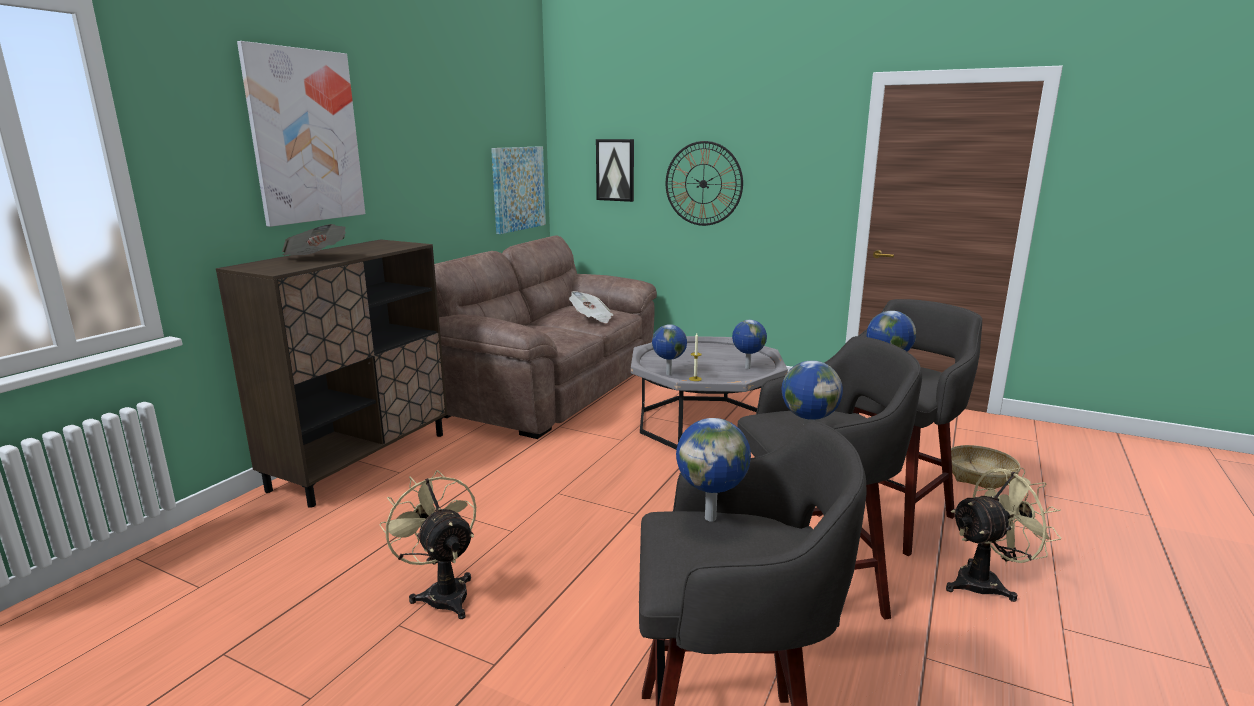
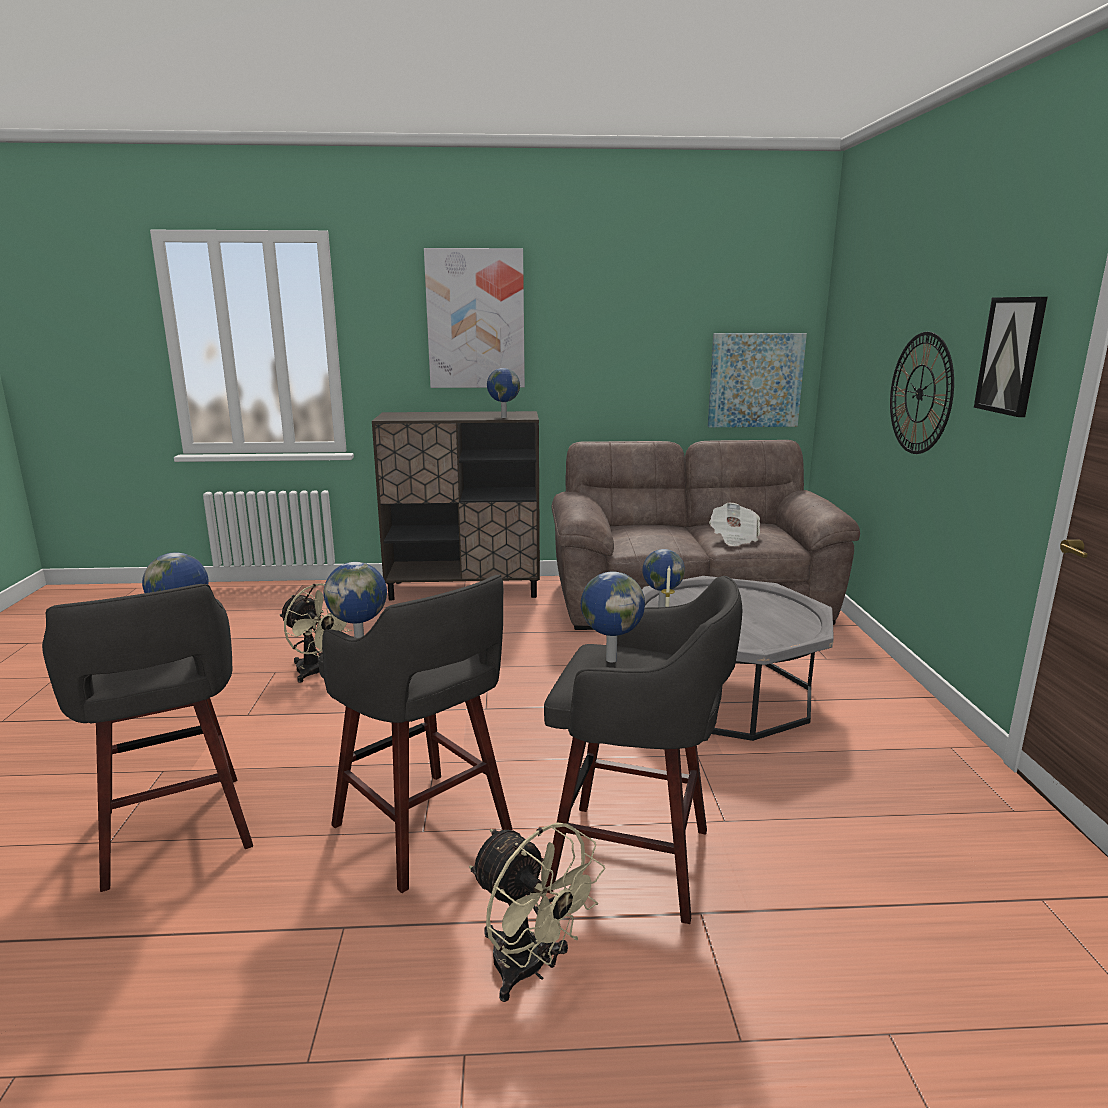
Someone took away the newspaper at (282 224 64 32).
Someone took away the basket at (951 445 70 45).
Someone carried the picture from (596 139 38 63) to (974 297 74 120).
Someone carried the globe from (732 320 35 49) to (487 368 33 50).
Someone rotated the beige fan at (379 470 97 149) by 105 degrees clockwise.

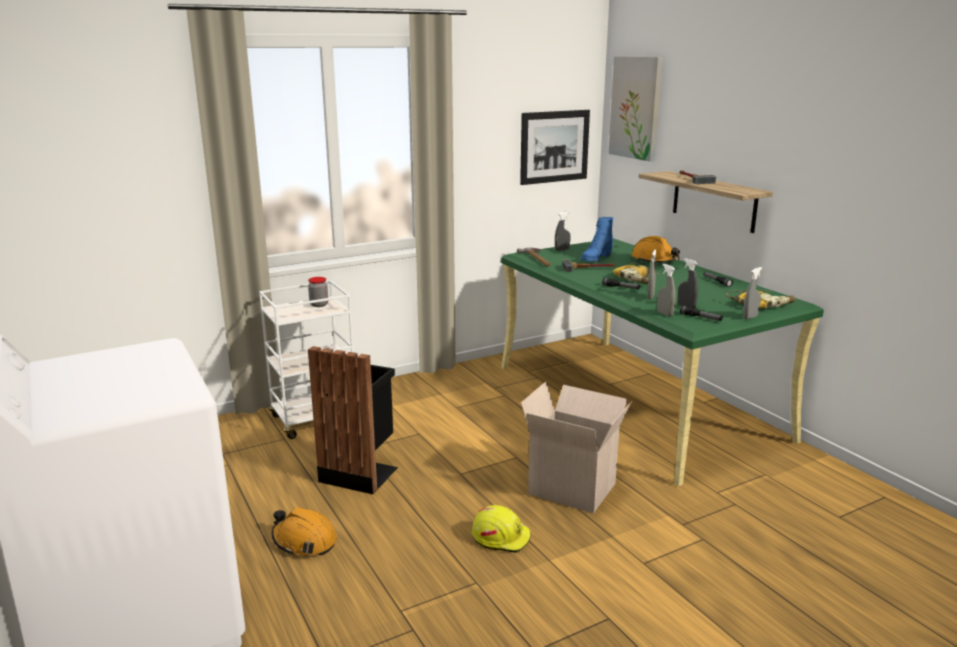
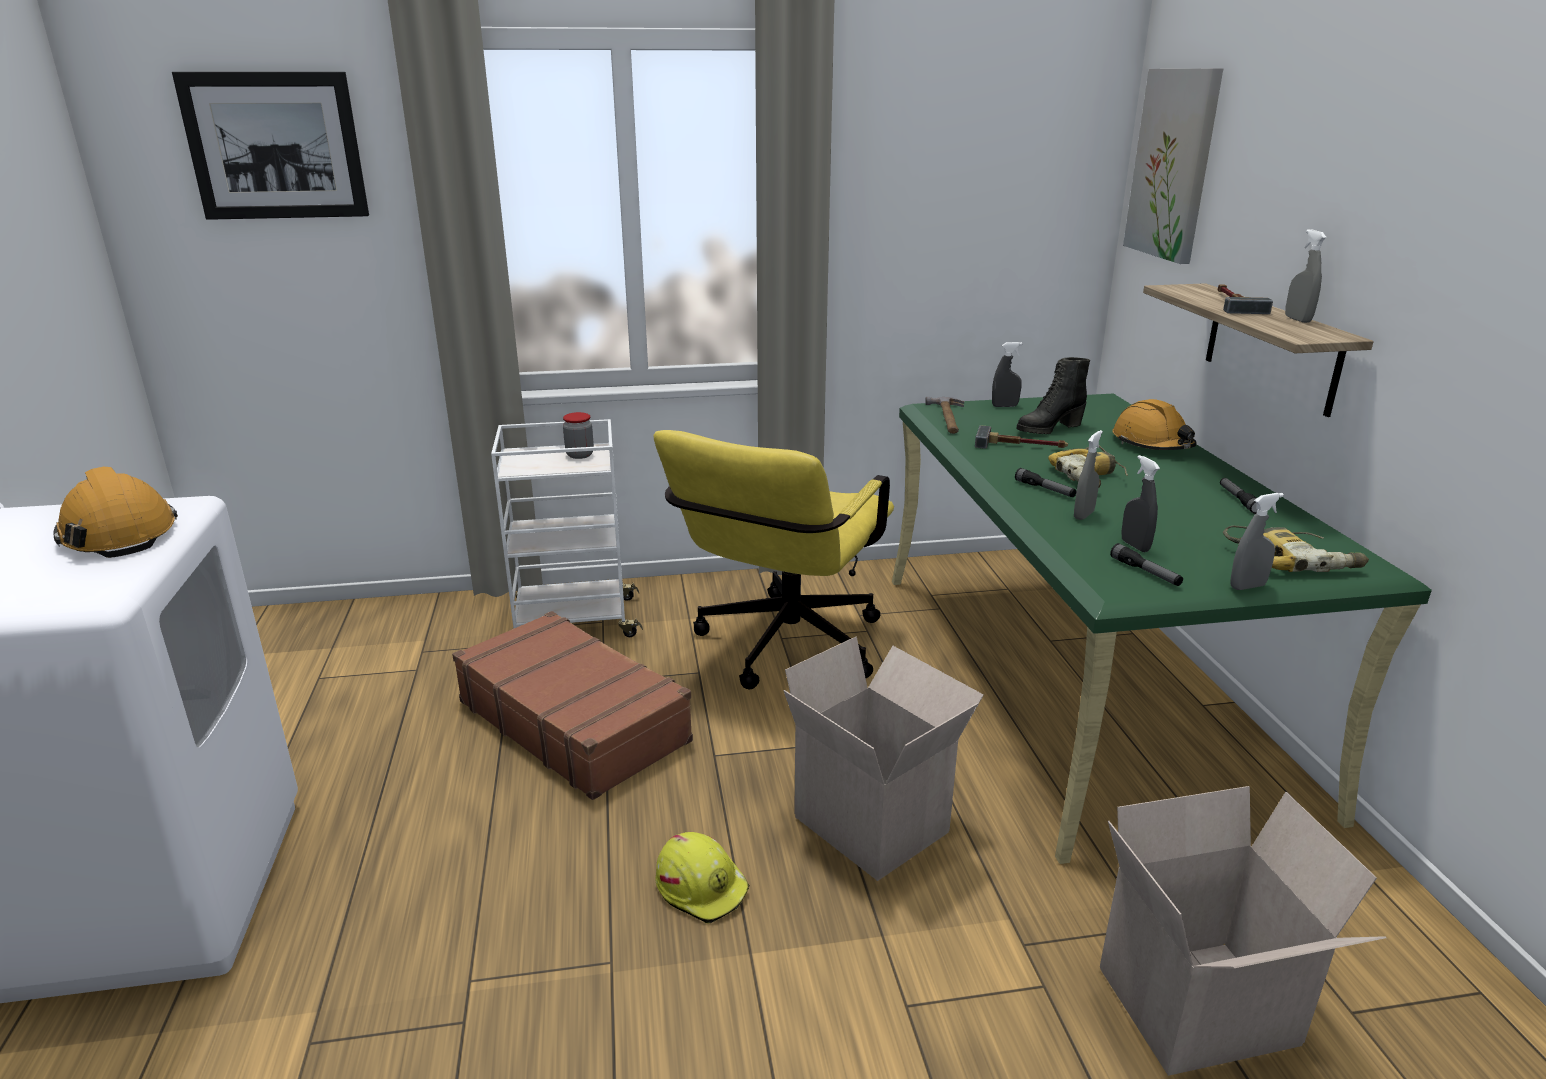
Someone put down the yellow office chair at (653 430 241 259).
Someone put down the cardboard box at (1100 786 286 290).
Someone carried the orange hard hat from (272 507 65 49) to (53 467 125 91).
Someone carried the picture from (520 110 70 75) to (172 72 197 148).
Someone carried the grey spray bottle from (657 264 19 53) to (1285 229 42 94).
Someone swapped the black trash can at (308 346 90 148) for the brown suitcase at (452 611 241 189).
Someone repainted the blue boot at (581 217 32 45), which became the black boot at (1016 357 74 77).

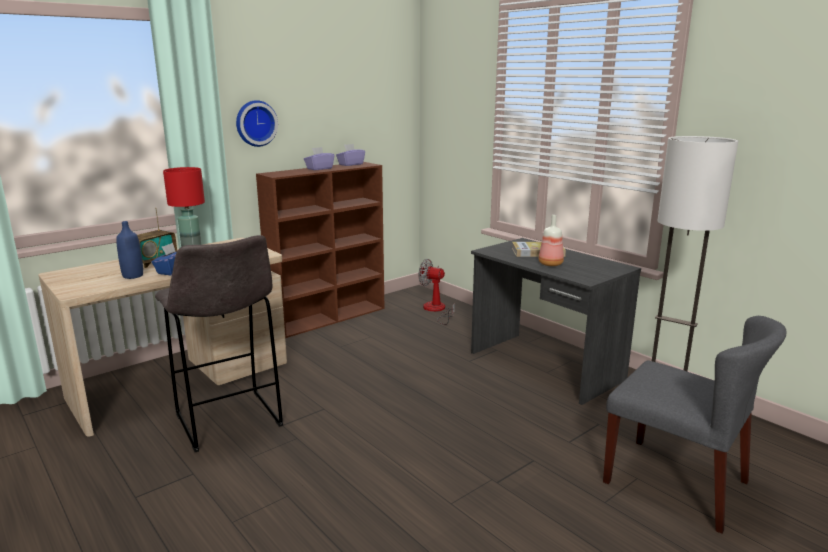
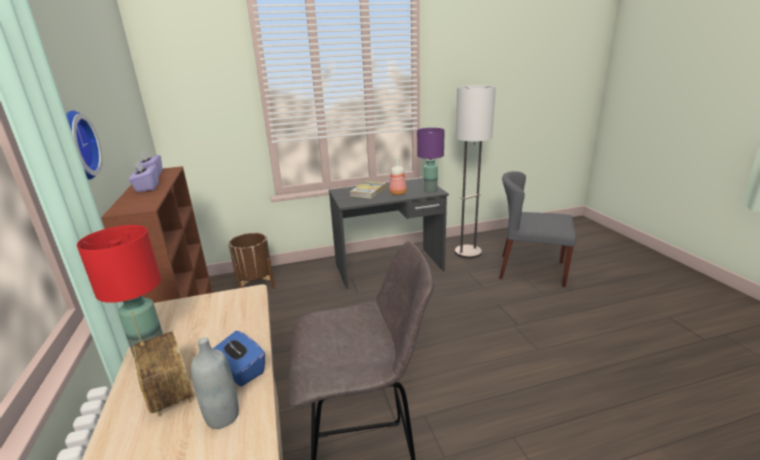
Someone put down the purple table lamp at (417 128 28 64).
Someone swapped the fan at (419 259 36 66) for the brown planter at (229 233 46 56).
Someone repainted the blue bottle at (116 221 27 58), which became the grey bottle at (191 337 48 92).
Someone rotated the grey chair at (603 316 184 218) by 135 degrees counterclockwise.

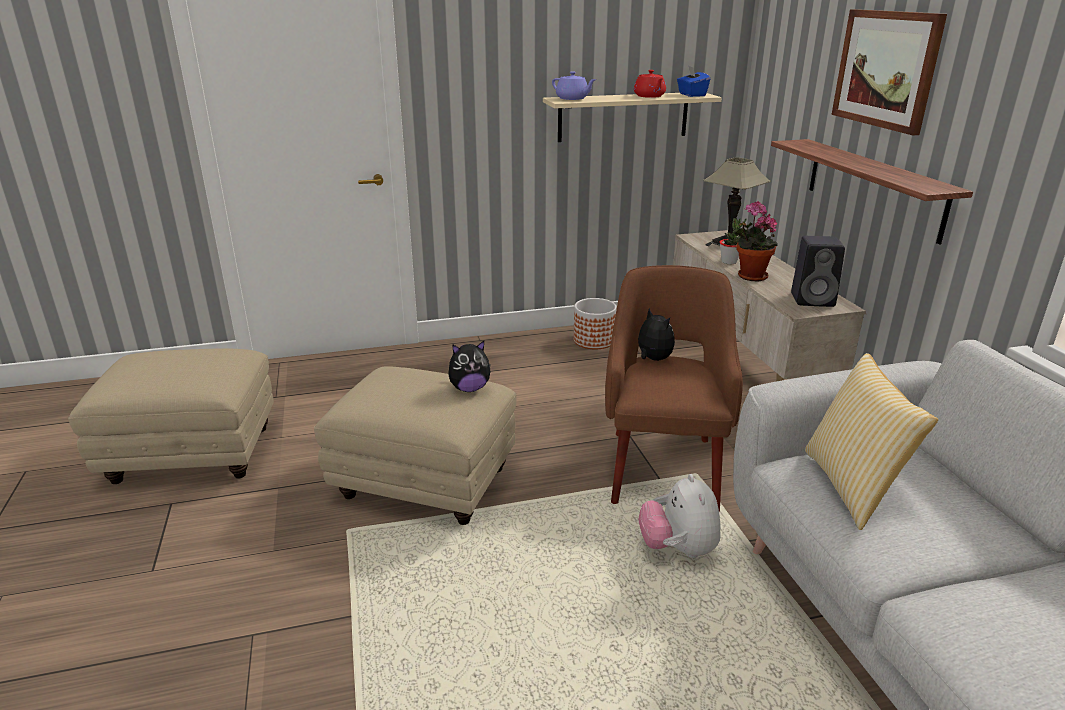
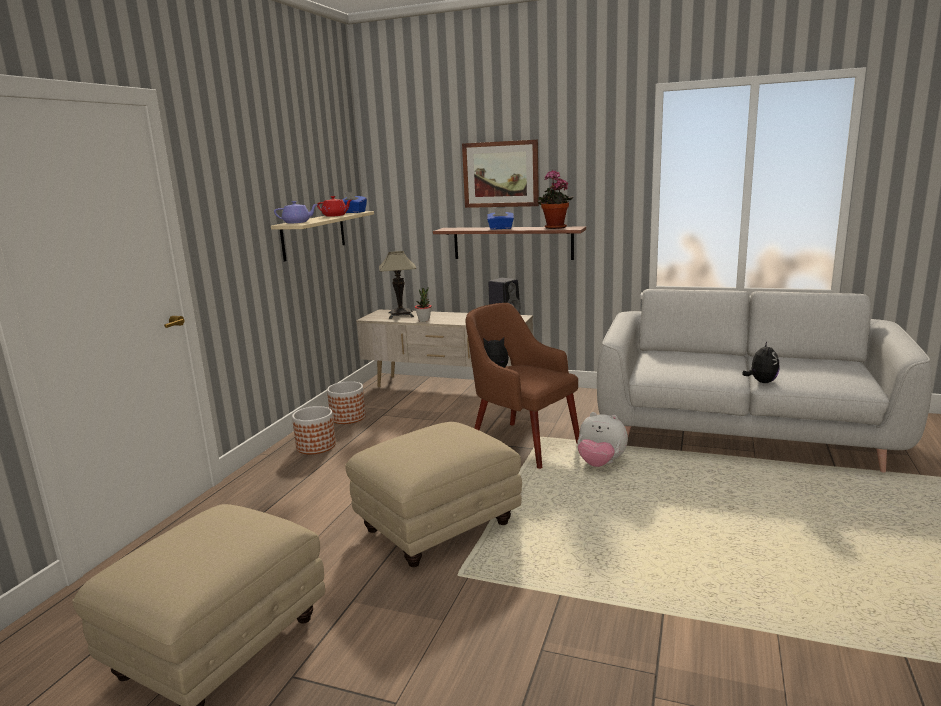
Someone took away the pillow at (805 353 133 177).
Someone put down the planter at (292 406 44 48).
Someone put down the blue tissue box at (487 208 27 22).
Someone carried the plush toy from (448 341 43 51) to (742 342 38 41).
Someone carried the potted plant from (733 201 45 80) to (538 170 35 59).

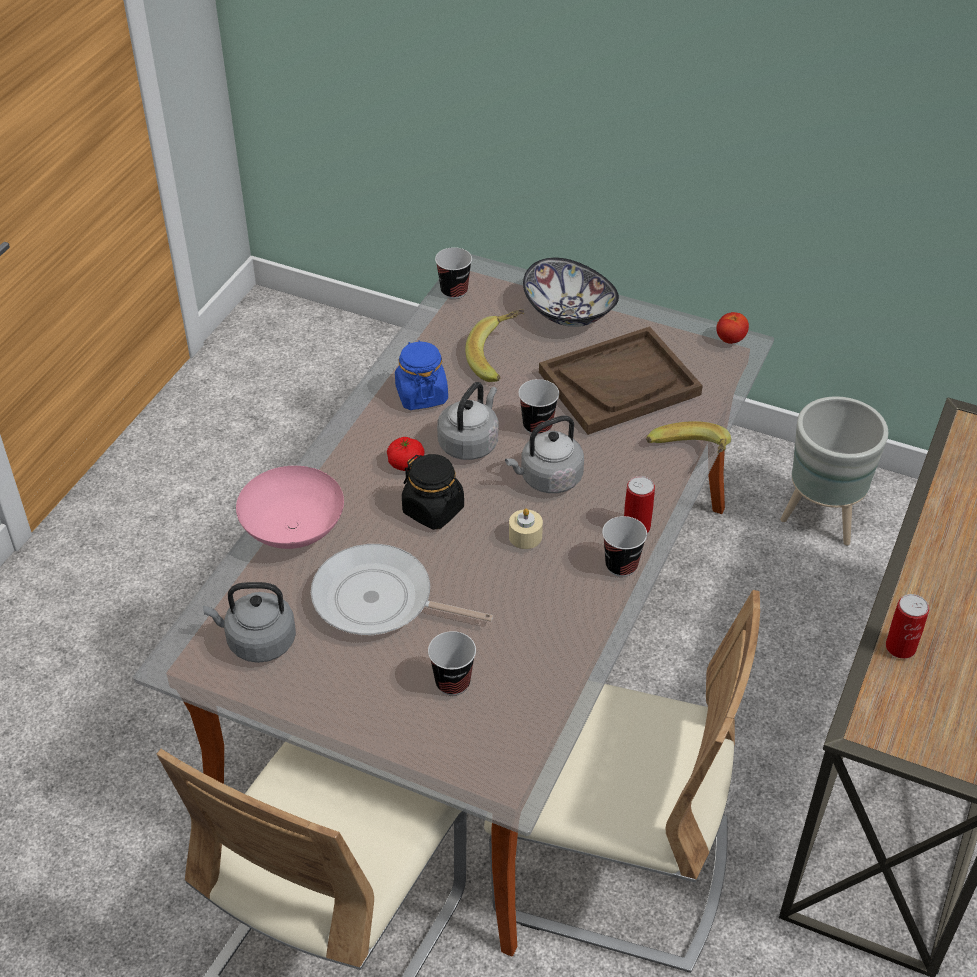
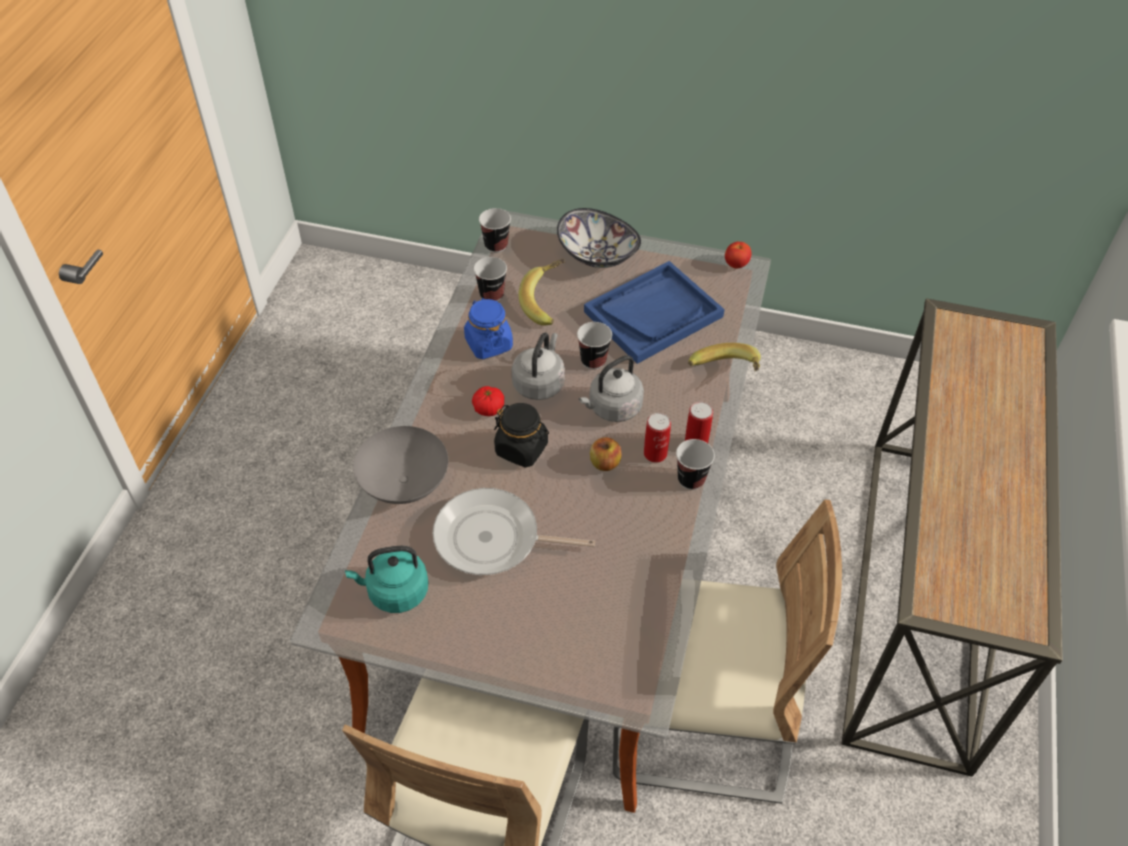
Someone took away the grey planter at (780 396 108 149).
Someone carried the cup from (428 631 48 65) to (474 257 33 45).
Someone carried the can from (886 594 43 65) to (644 413 27 50).
Someone swapped the beige candle at (509 508 34 41) for the apple at (590 437 32 34).
Someone repainted the grey kettle at (203 582 93 81), which became the turquoise kettle at (345 546 83 67).
Someone repainted the pink bowl at (236 466 108 83), which became the grey bowl at (353 426 95 78).
Someone repainted the brown tray at (539 326 164 109), which became the blue tray at (584 261 141 103).

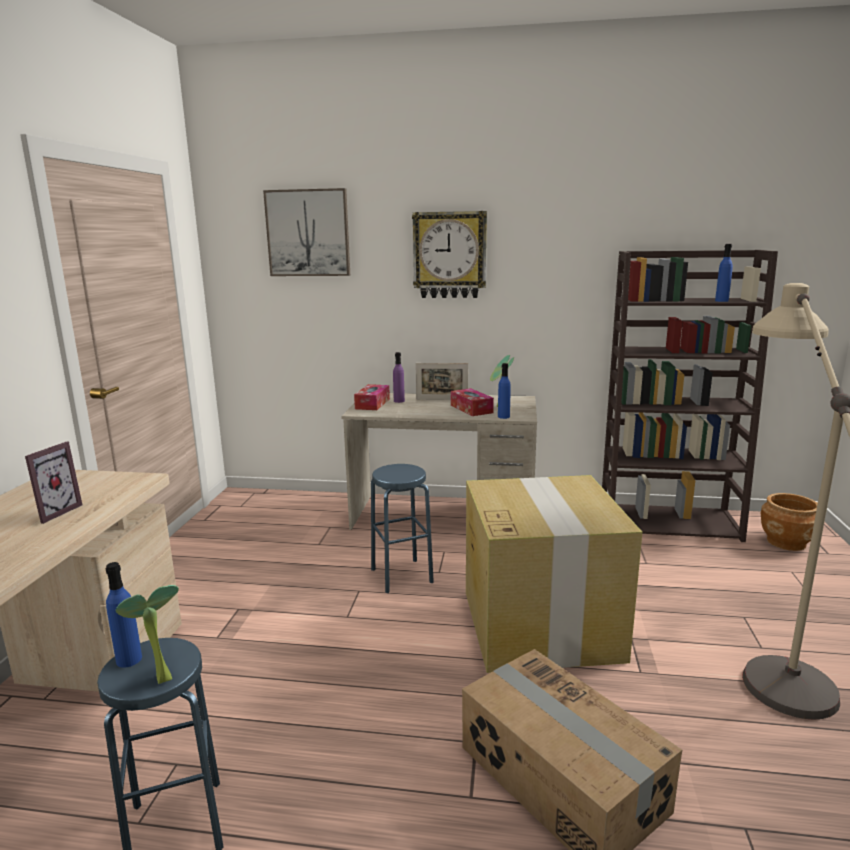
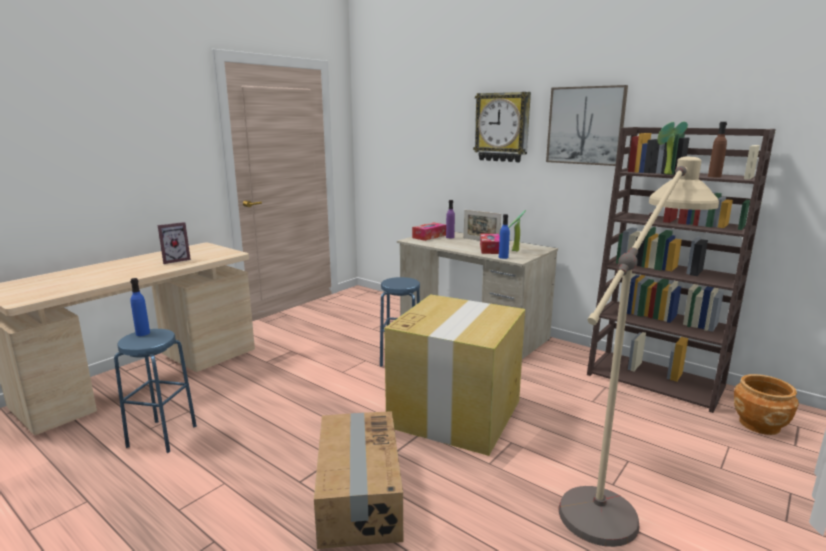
Someone carried the potted plant from (116 585 63 99) to (658 122 30 52).
Someone carried the picture from (263 188 87 88) to (546 85 82 81).
Someone repainted the blue bottle at (715 244 18 58), which became the brown bottle at (708 122 19 56).

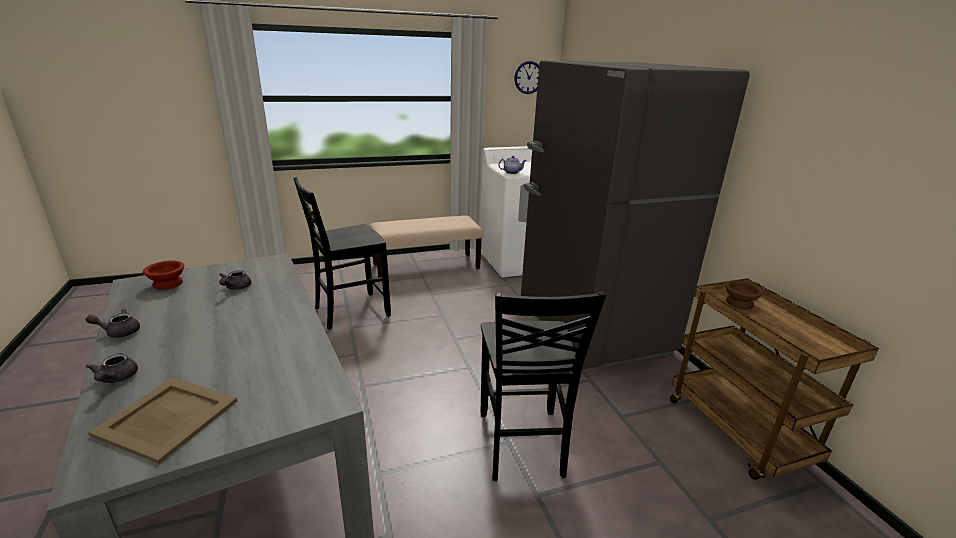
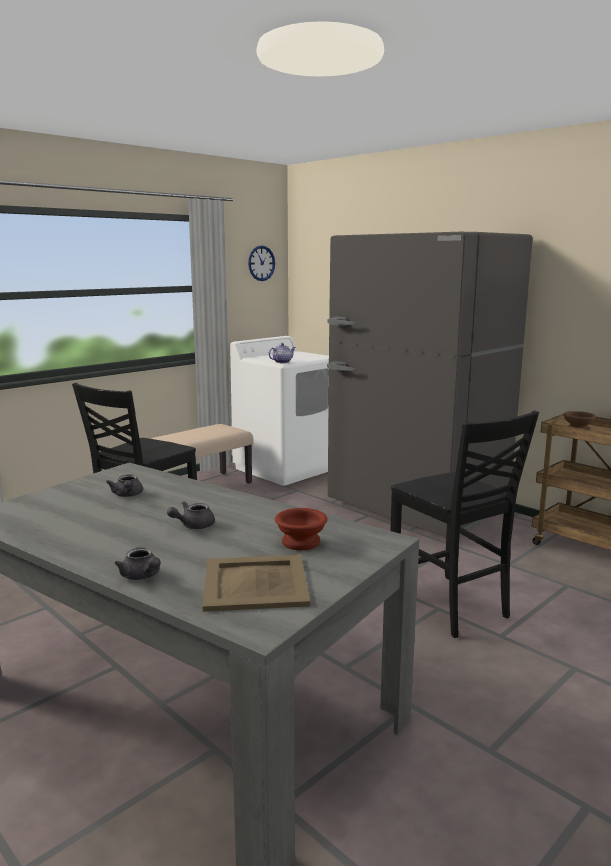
Someone carried the grey teapot from (85 308 55 30) to (167 501 48 28).
Someone carried the brown bowl from (143 261 41 29) to (275 508 52 42).

